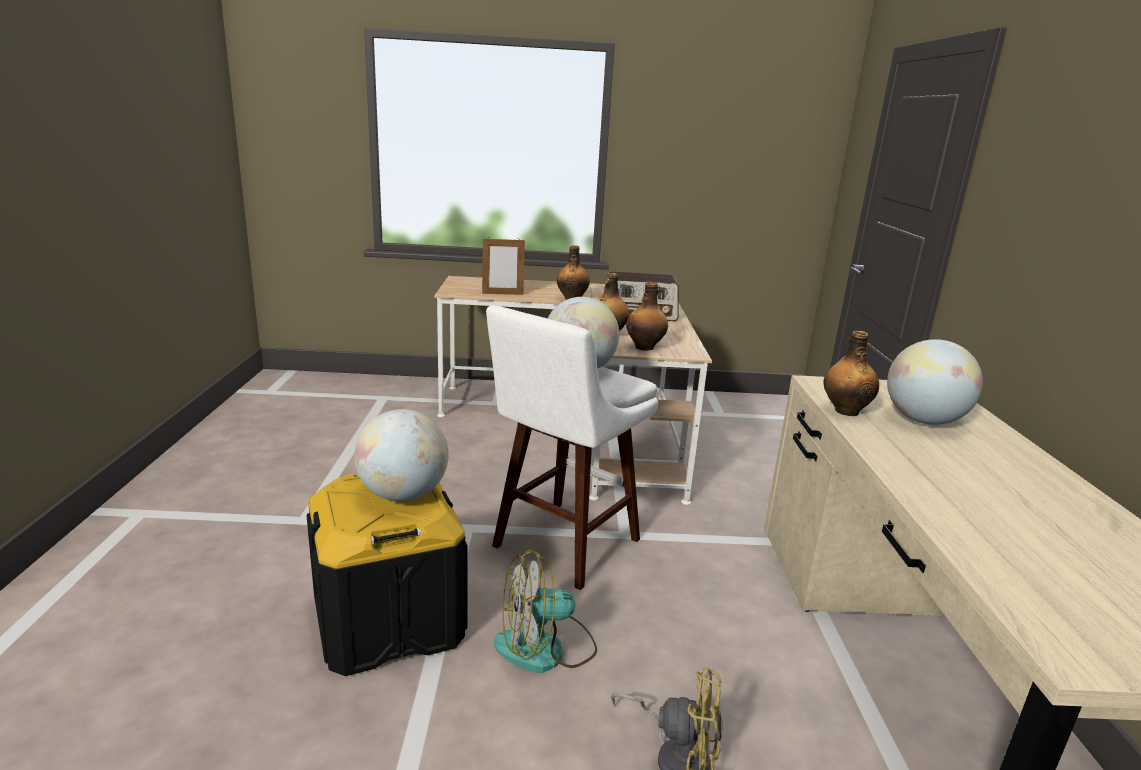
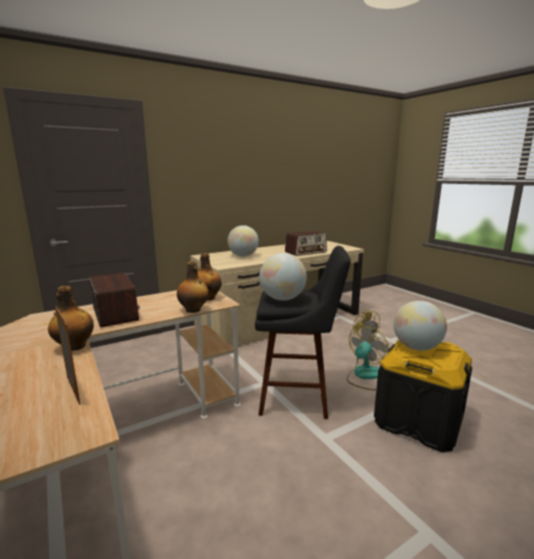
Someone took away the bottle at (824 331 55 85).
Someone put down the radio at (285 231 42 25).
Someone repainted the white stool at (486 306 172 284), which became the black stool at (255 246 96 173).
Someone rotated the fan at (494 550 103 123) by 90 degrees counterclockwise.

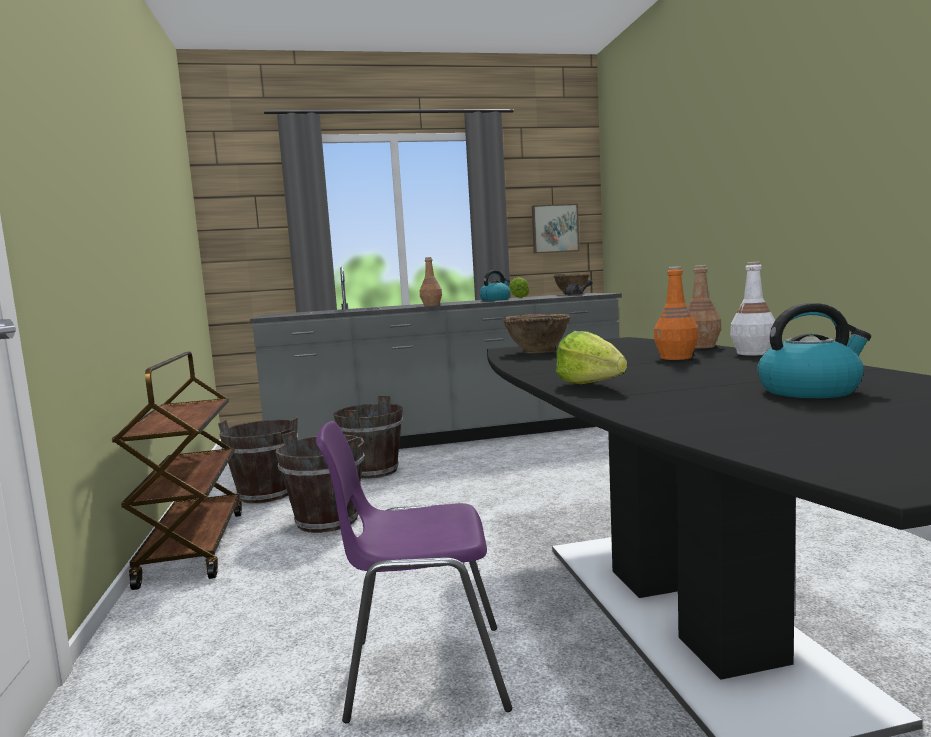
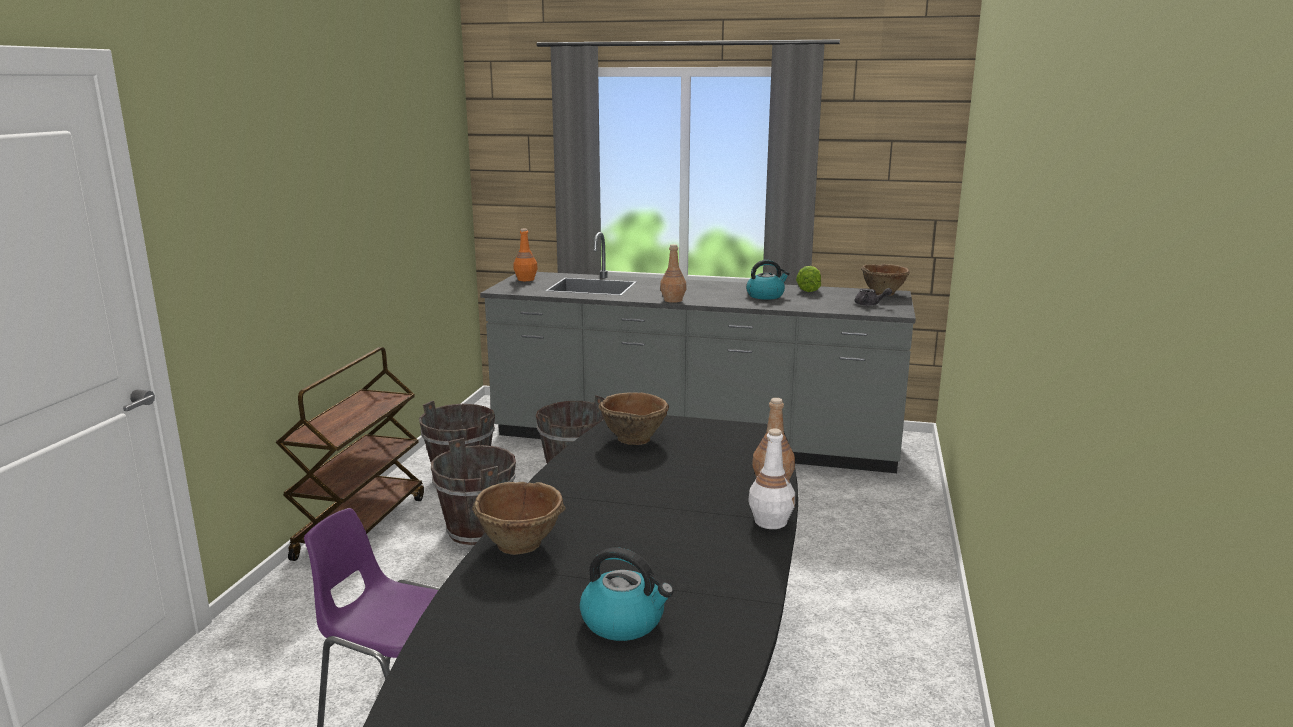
Someone took away the picture at (532 204 47 49).
Someone carried the orange bottle from (654 266 45 94) to (514 229 24 52).
Someone swapped the lettuce at (556 331 71 53) for the brown bowl at (472 482 94 73).

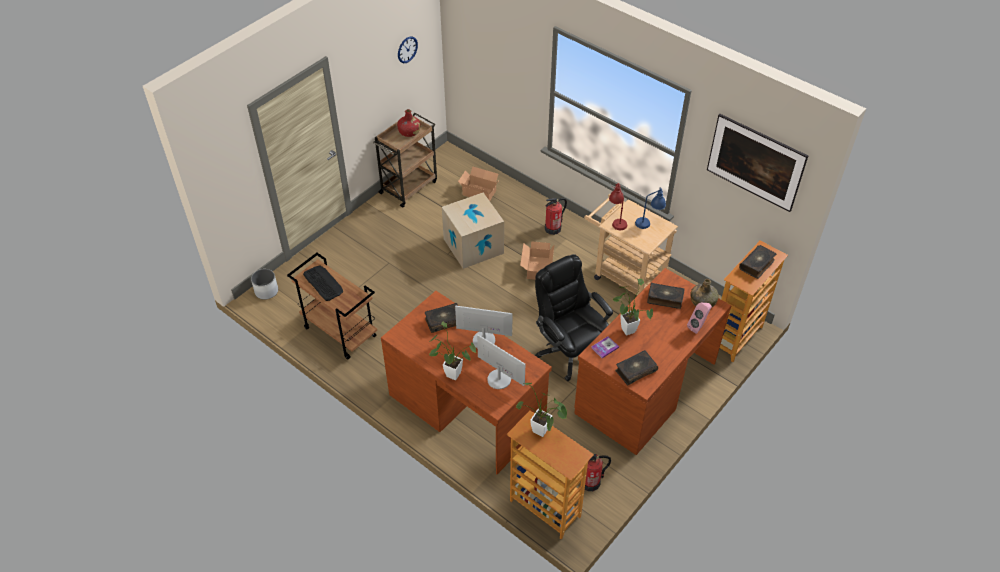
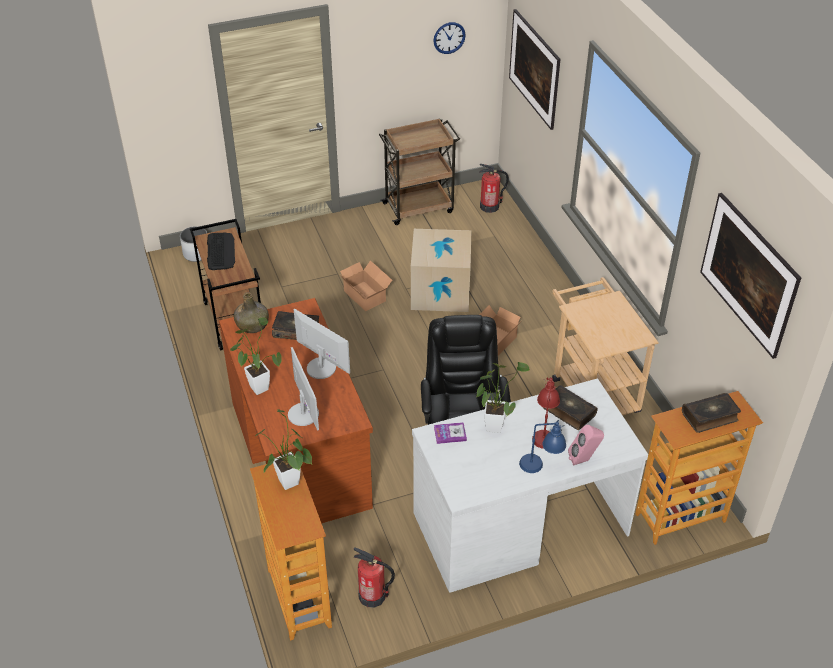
Someone took away the red bottle at (397 109 23 28).
Someone took away the book at (615 350 43 35).
Someone put up the picture at (509 9 52 121).
Someone carried the cardboard box from (458 166 41 35) to (340 260 52 51).
Someone carried the fire extinguisher from (545 198 22 37) to (479 164 30 49).
Someone carried the red table lamp from (609 183 18 47) to (532 377 28 72).
Someone carried the blue table lamp from (635 187 31 42) to (519 420 47 53).
Someone carried the green bottle from (690 279 29 28) to (233 292 36 41).
Someone repainted the brown desk at (574 268 157 187), which became the white desk at (412 378 236 215).

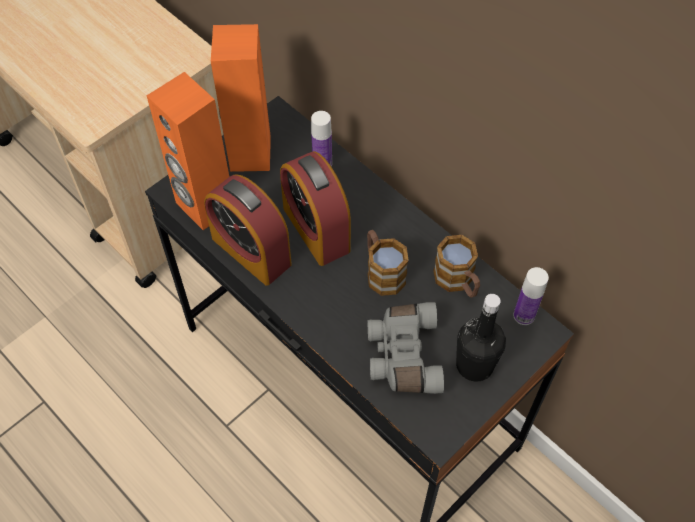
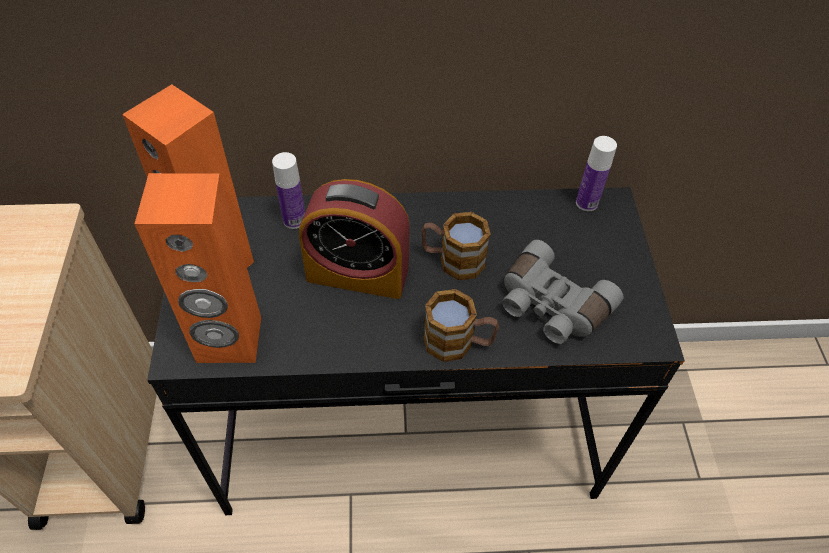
Someone took away the alarm clock at (204 174 88 112).
Someone took away the black bottle at (456 294 50 88).
Someone carried the mug from (433 235 47 63) to (423 289 76 73).

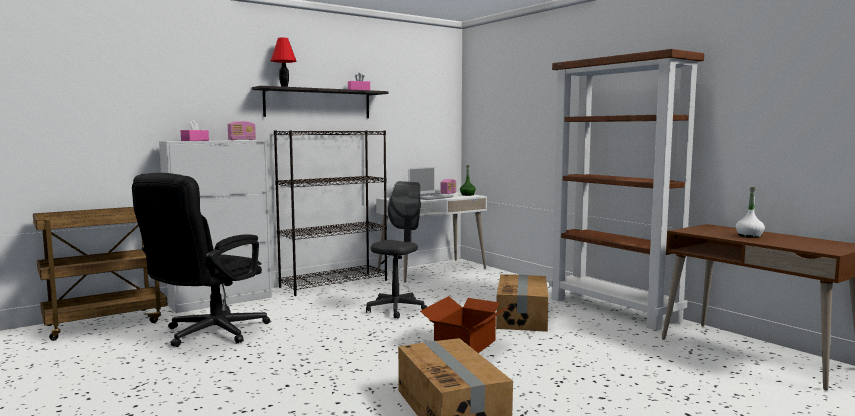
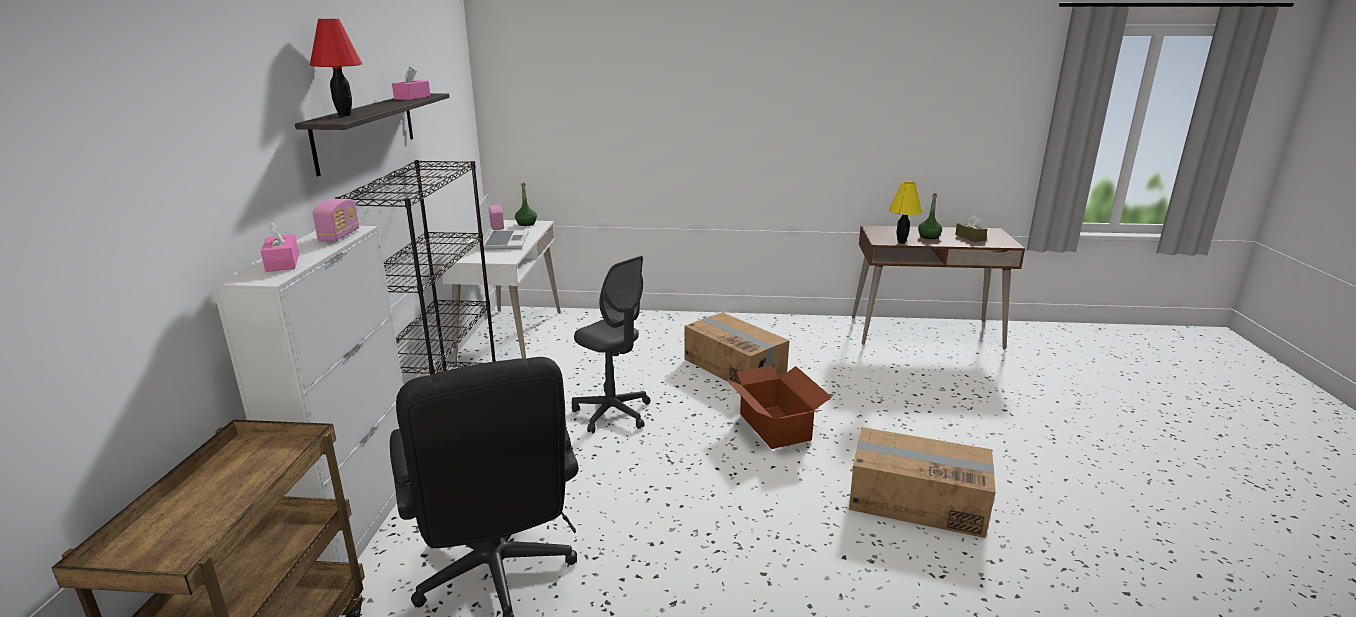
Someone took away the brown bookcase at (549 49 155 281).
Someone put down the yellow table lamp at (889 181 33 62).
Someone put down the brown tissue box at (955 215 32 27).
Someone repainted the white bottle at (736 187 29 51), which became the green bottle at (918 193 24 46).
Someone rotated the grey office chair at (366 181 61 138) by 150 degrees clockwise.

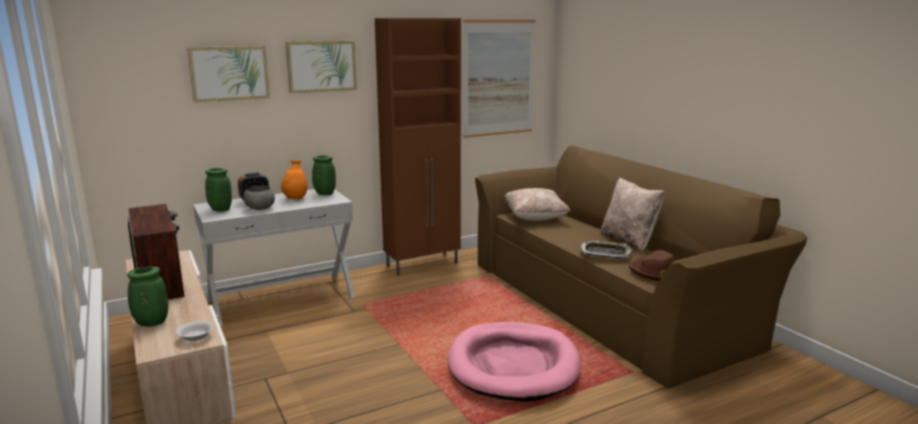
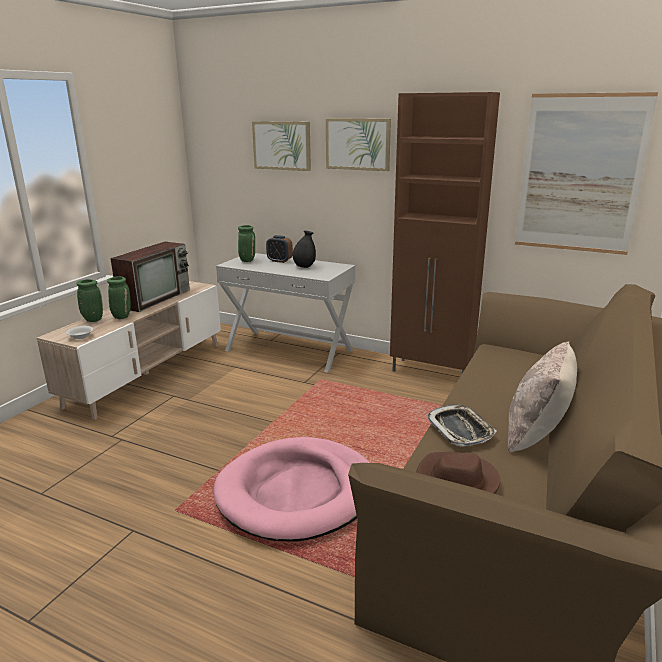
Someone took away the grey bowl at (244 186 31 24).
Someone took away the beige pillow at (504 188 66 33).
Someone carried the green vase from (312 156 24 39) to (107 276 24 43).
Someone repainted the orange vase at (281 160 26 39), which became the black vase at (292 231 24 37).

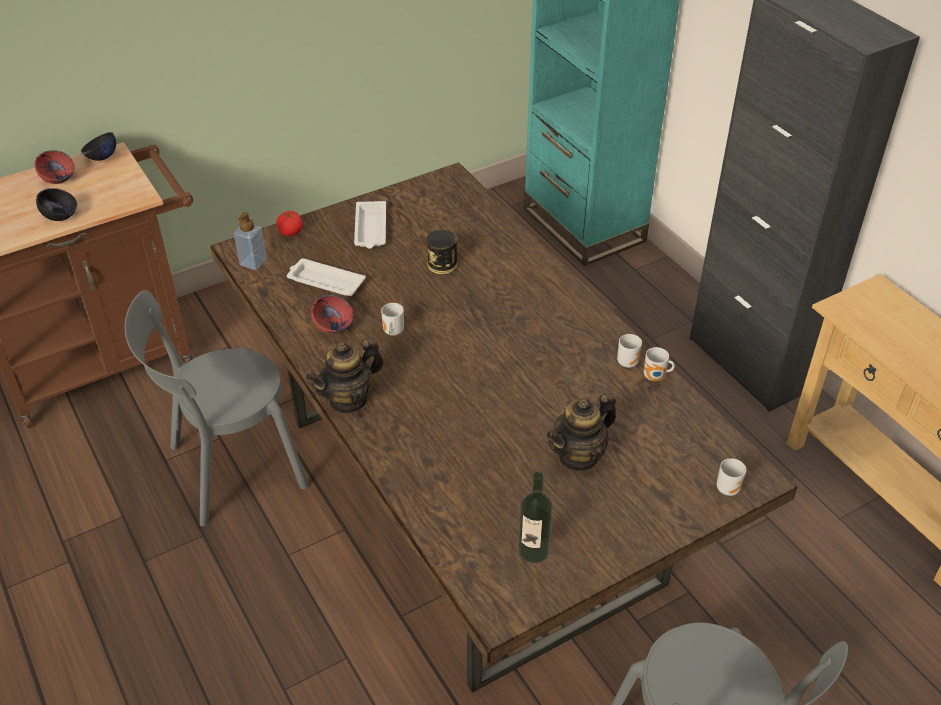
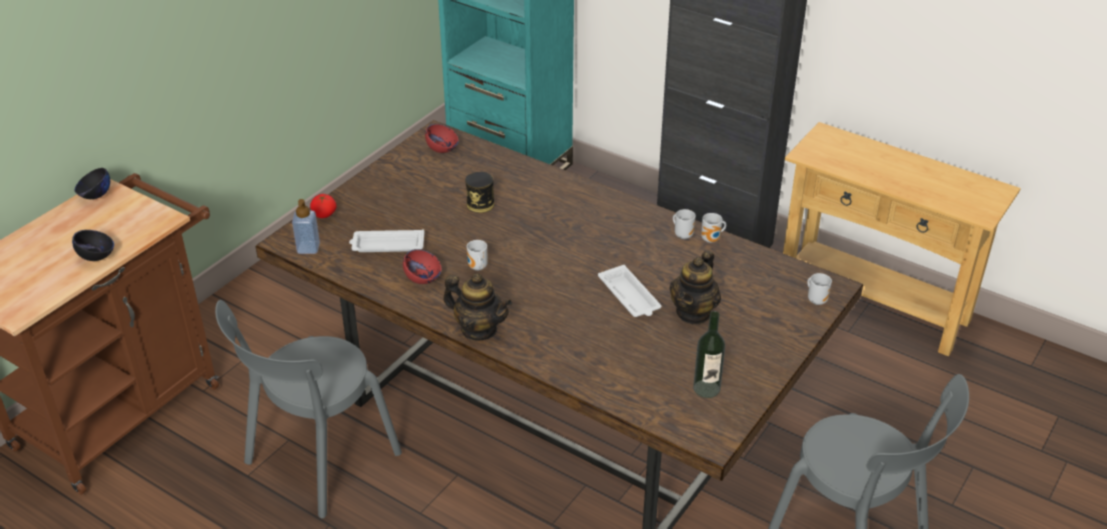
Someone carried the red bowl from (35 150 39 34) to (425 124 34 29).
Someone carried the white tray from (354 201 32 48) to (598 265 63 52).
Someone rotated the teapot at (306 338 78 76) by 90 degrees counterclockwise.

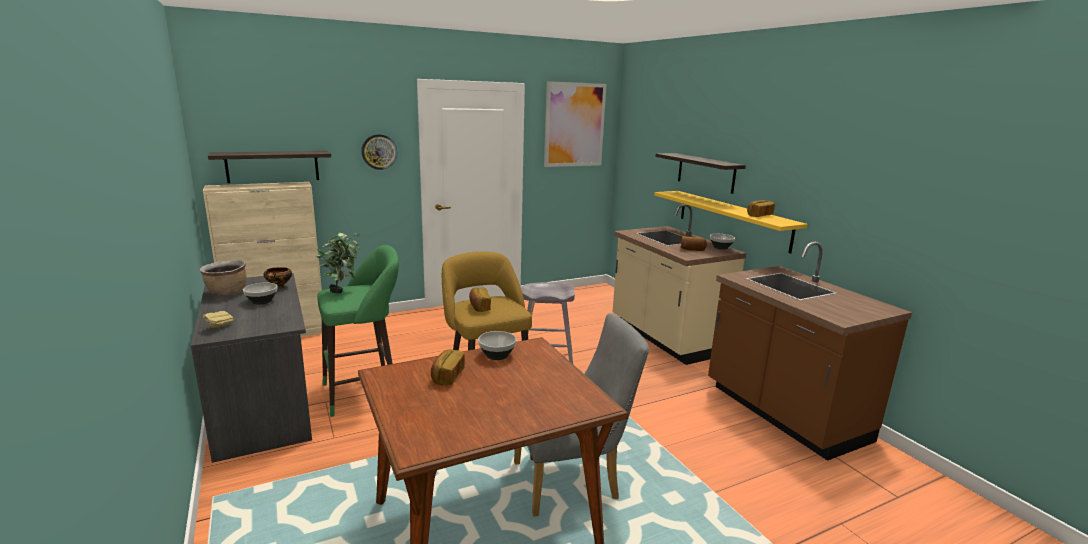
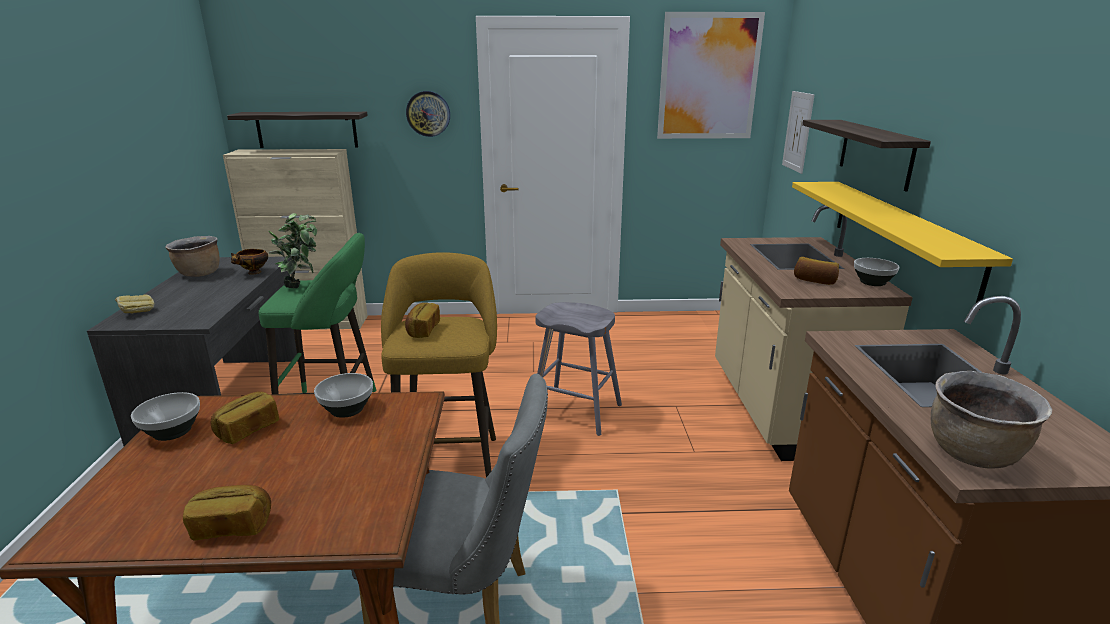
Someone put up the picture at (782 91 33 83).
Someone put down the brown cooking pot at (931 371 121 98).
Someone carried the bowl from (243 283 34 22) to (131 392 69 49).
Someone carried the bread from (747 200 28 17) to (183 485 88 55).

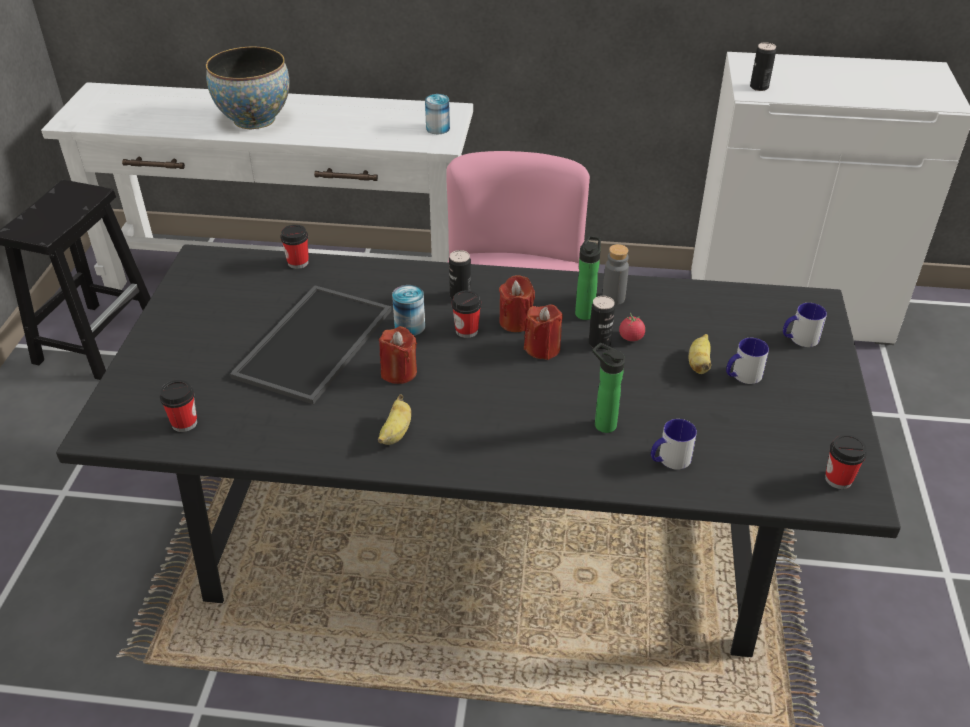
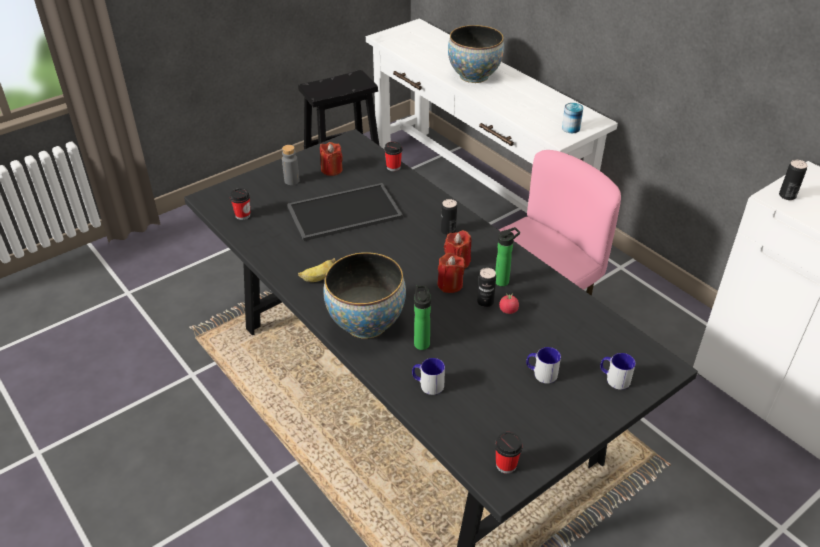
Someone took away the can at (392 285 33 51).
Someone took away the cup at (452 290 29 48).
Someone took away the banana at (688 334 23 40).
Someone put down the bowl at (323 252 83 87).
Someone carried the red candle from (379 326 38 58) to (320 142 23 34).
Someone carried the grey bottle from (602 244 27 61) to (282 145 18 40).

